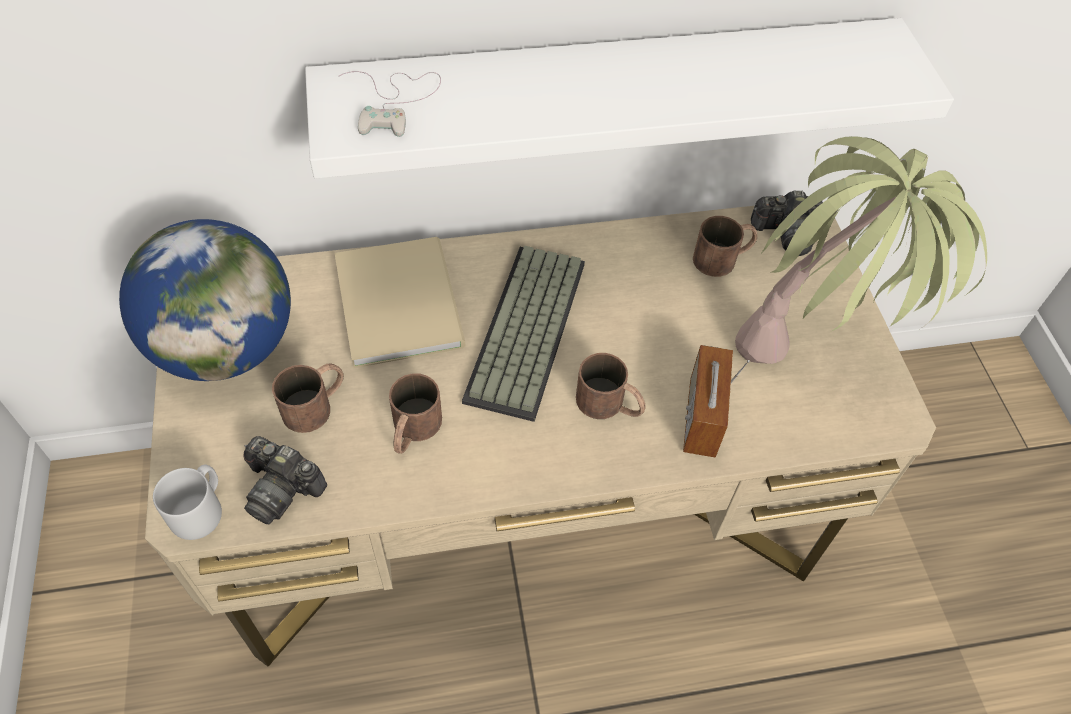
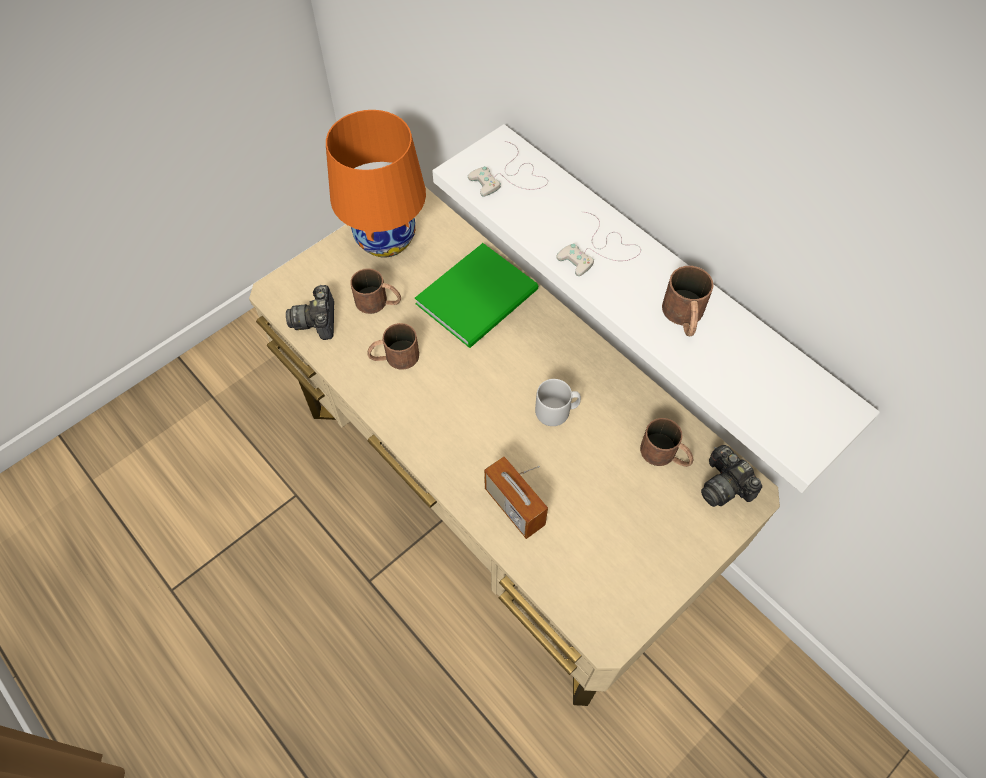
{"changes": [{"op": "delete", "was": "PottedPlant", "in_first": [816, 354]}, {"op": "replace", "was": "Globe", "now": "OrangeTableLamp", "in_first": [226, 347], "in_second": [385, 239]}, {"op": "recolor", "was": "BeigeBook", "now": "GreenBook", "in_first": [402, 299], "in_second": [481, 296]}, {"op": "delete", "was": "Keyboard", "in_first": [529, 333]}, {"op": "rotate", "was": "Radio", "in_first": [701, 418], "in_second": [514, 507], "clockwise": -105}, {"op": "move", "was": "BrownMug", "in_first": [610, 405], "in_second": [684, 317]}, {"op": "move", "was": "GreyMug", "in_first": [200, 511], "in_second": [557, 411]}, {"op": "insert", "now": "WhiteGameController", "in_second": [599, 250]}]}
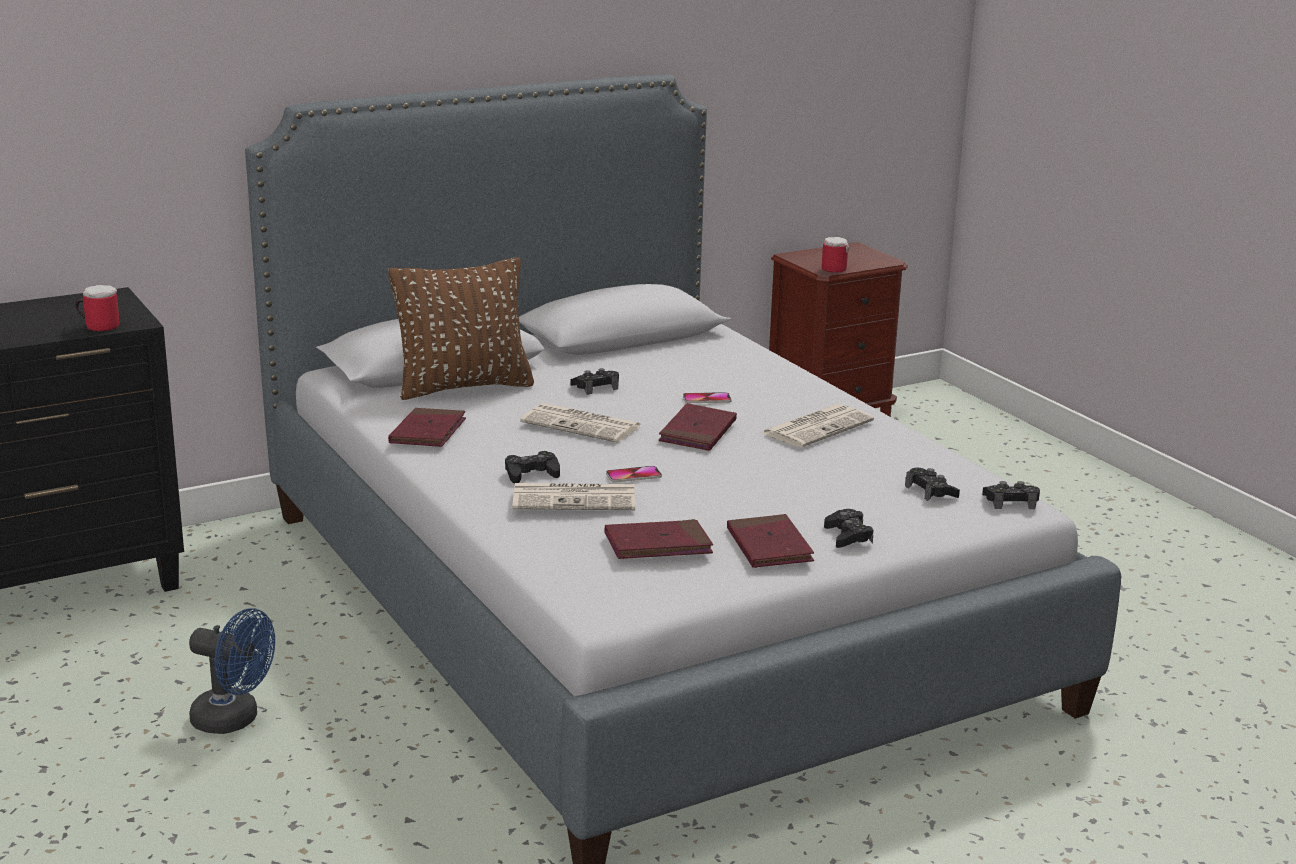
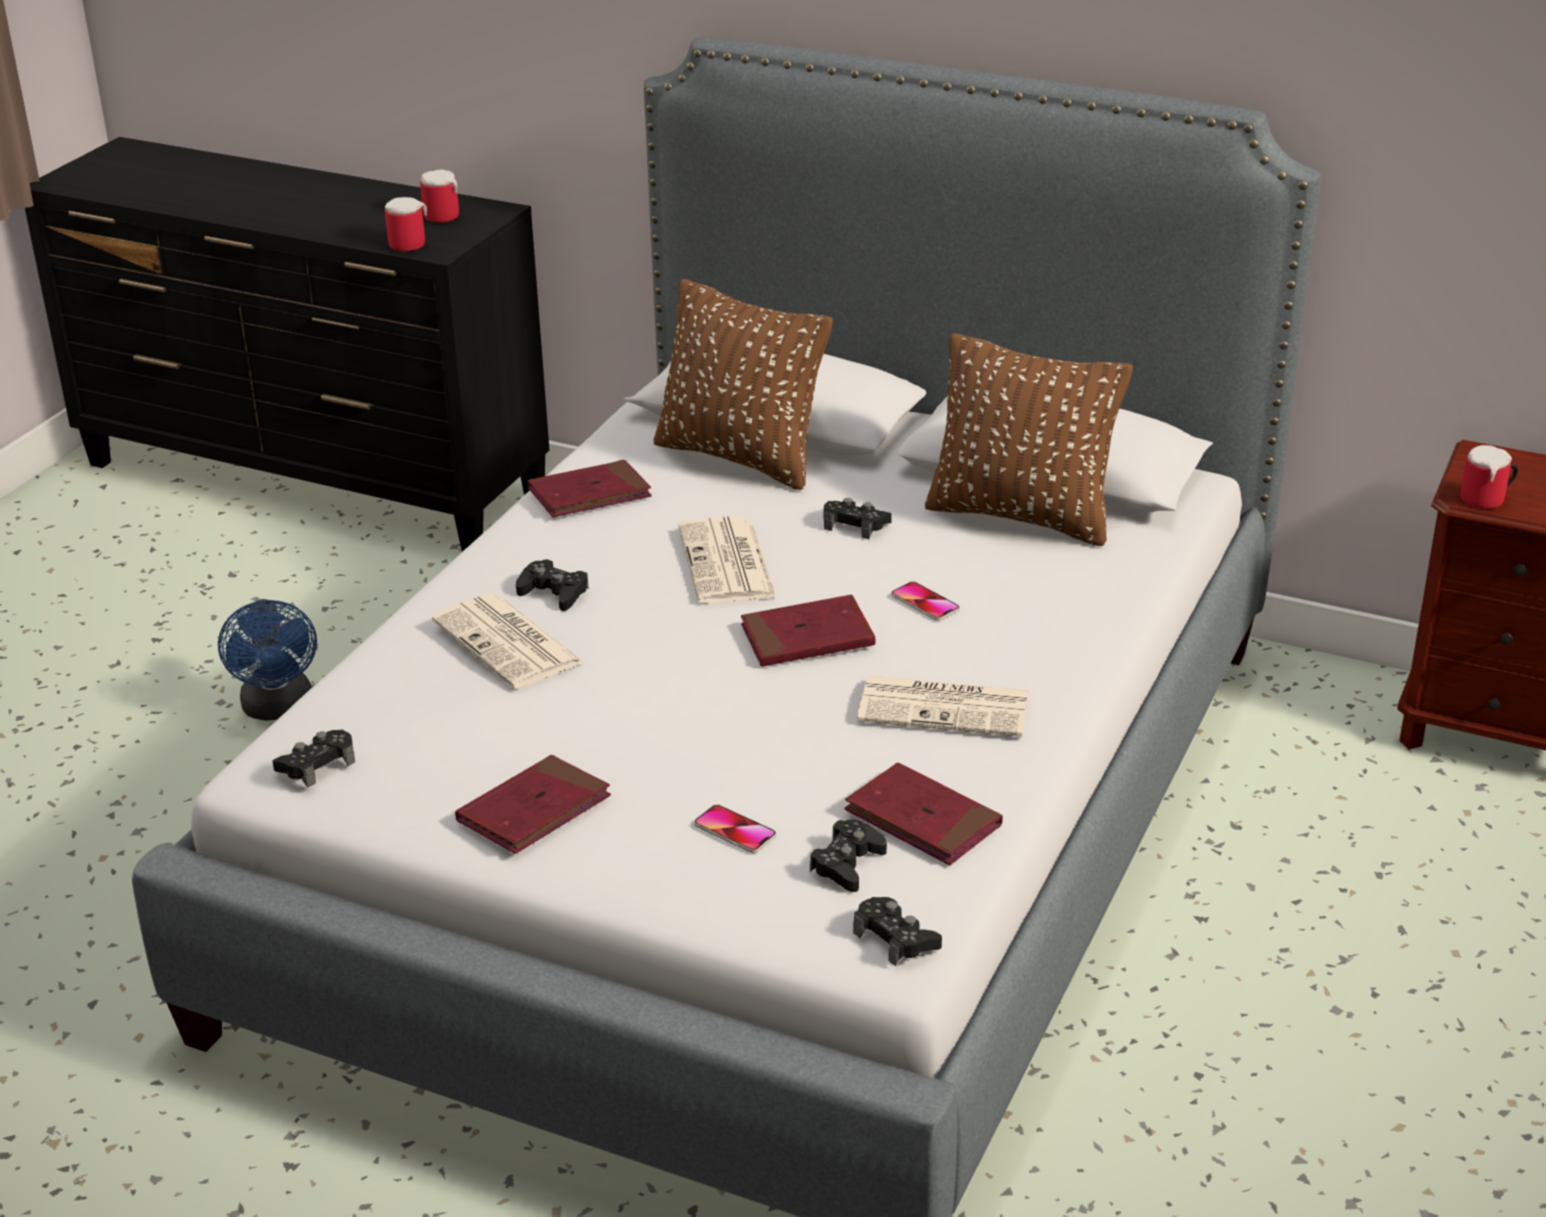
{"changes": [{"op": "move", "was": "Phone", "in_first": [633, 476], "in_second": [735, 831]}, {"op": "move", "was": "BlackGameController", "in_first": [848, 536], "in_second": [317, 765]}, {"op": "move", "was": "RedBook", "in_first": [658, 545], "in_second": [923, 820]}, {"op": "insert", "now": "Mug", "in_second": [444, 215]}, {"op": "insert", "now": "BrownPillow", "in_second": [1022, 516]}]}
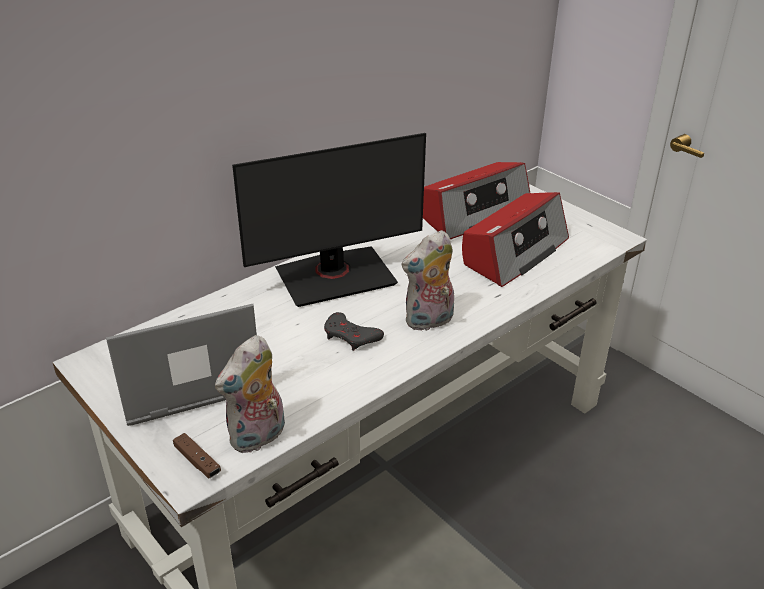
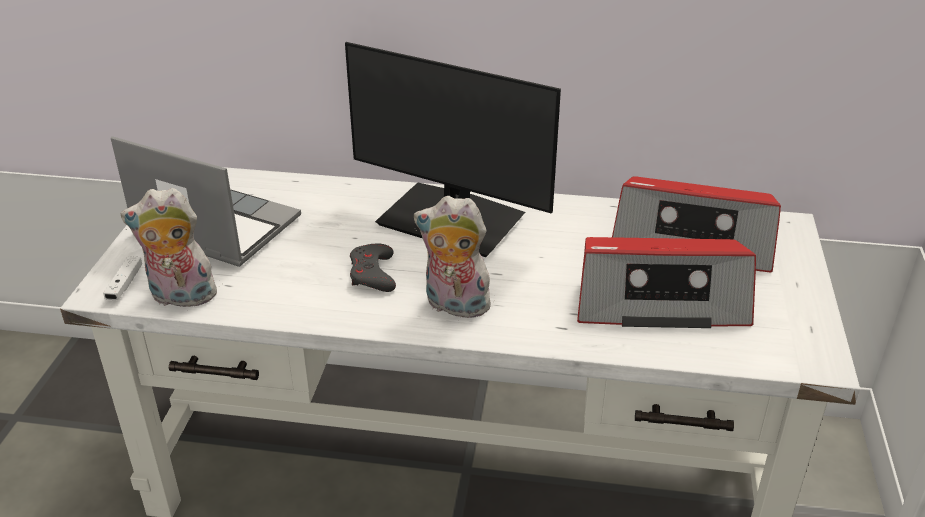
{"changes": [{"op": "recolor", "was": "BrownGameController", "now": "WhiteGameController", "in_first": [197, 461], "in_second": [125, 284]}]}
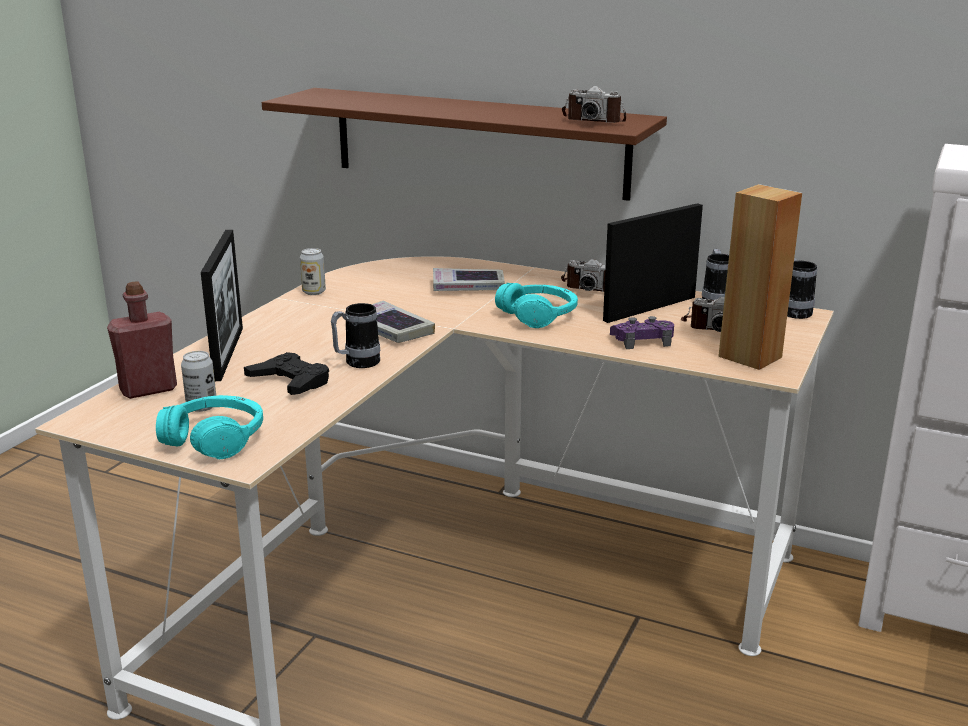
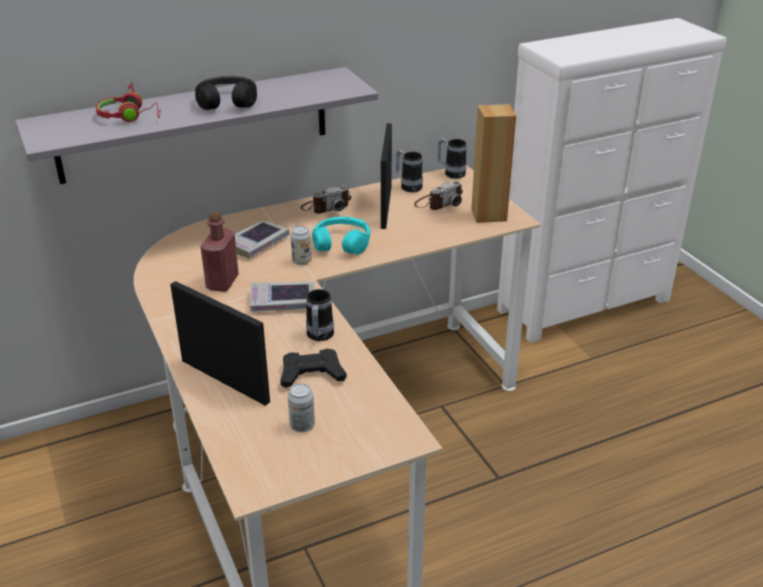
{"changes": [{"op": "delete", "was": "PhotoCamera", "in_first": [594, 121]}, {"op": "recolor", "was": "BrownShelf", "now": "GreyShelf", "in_first": [478, 142], "in_second": [195, 125]}, {"op": "move", "was": "Can", "in_first": [314, 292], "in_second": [302, 261]}, {"op": "move", "was": "RedBottle", "in_first": [148, 389], "in_second": [222, 282]}, {"op": "delete", "was": "PurpleGameController", "in_first": [642, 340]}, {"op": "delete", "was": "TurquoiseHeadphones", "in_first": [215, 439]}, {"op": "insert", "now": "BlackHeadphones", "in_second": [227, 102]}, {"op": "insert", "now": "RedHeadphones", "in_second": [130, 117]}]}
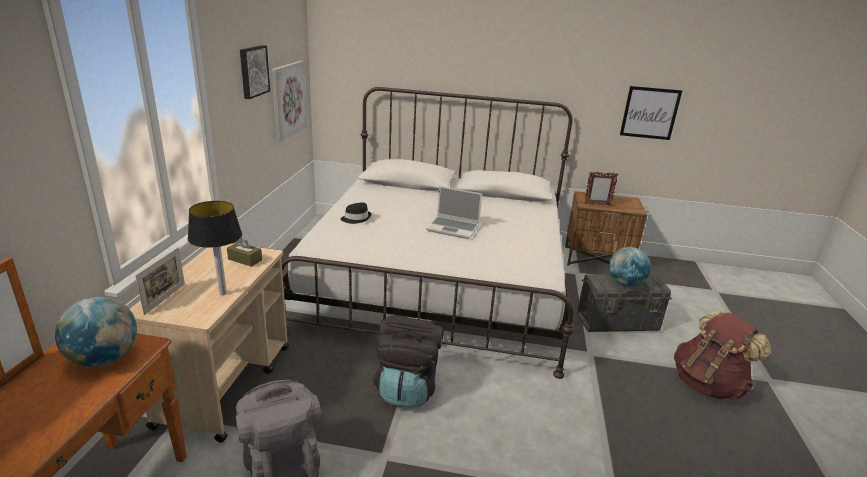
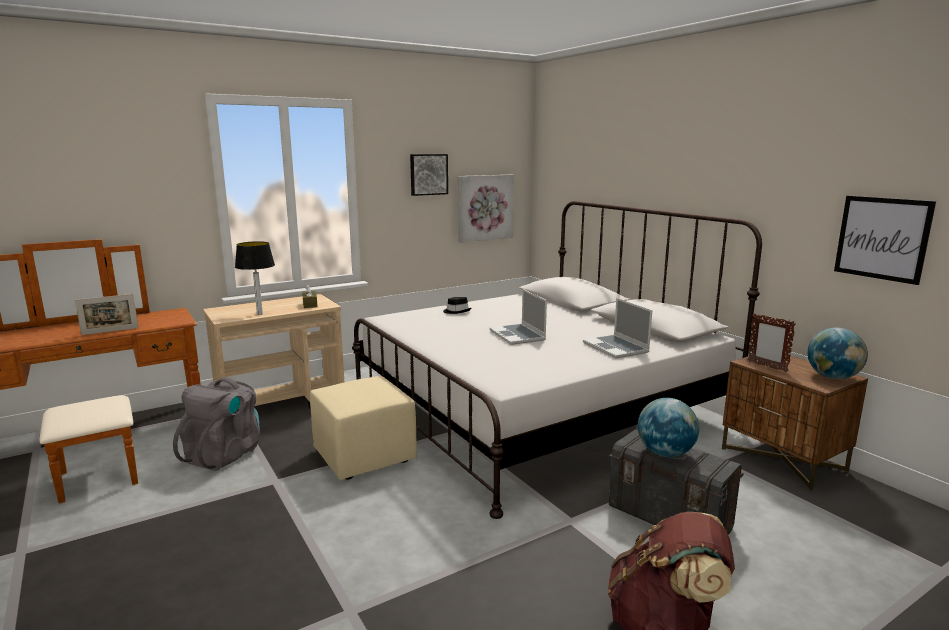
{"changes": [{"op": "move", "was": "PictureFrame", "in_first": [165, 298], "in_second": [110, 331]}, {"op": "move", "was": "Globe", "in_first": [104, 359], "in_second": [832, 377]}, {"op": "replace", "was": "BlackBackpack", "now": "BeigeOttoman", "in_first": [407, 388], "in_second": [365, 457]}, {"op": "insert", "now": "Laptop", "in_second": [616, 348]}]}
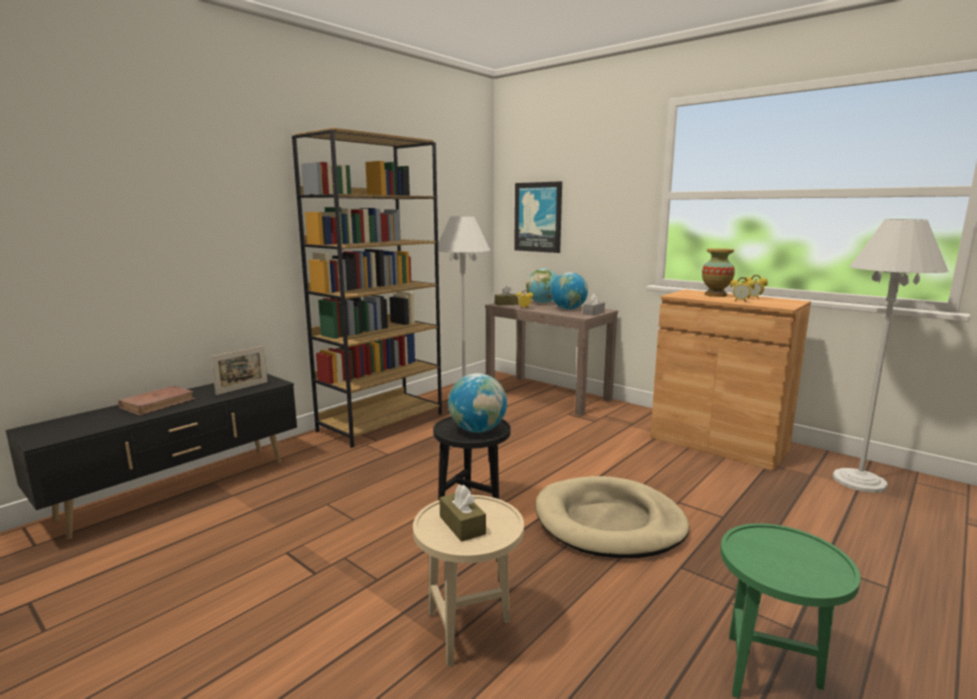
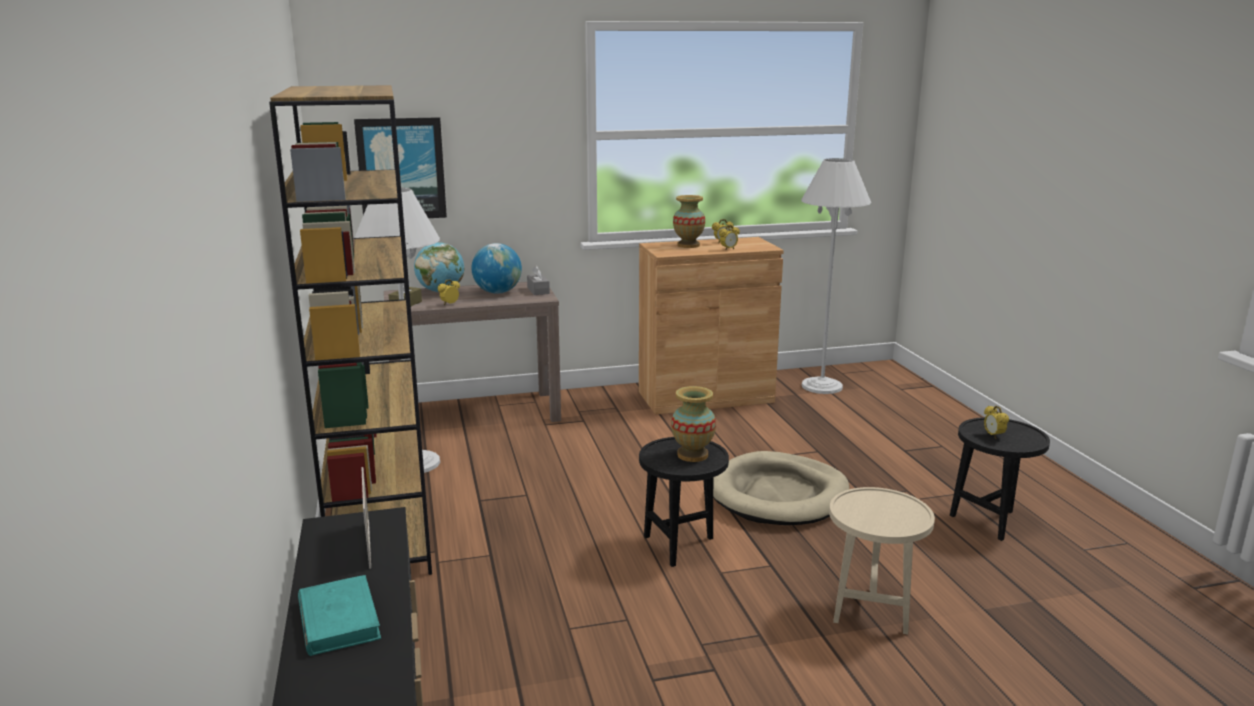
{"changes": [{"op": "replace", "was": "Globe", "now": "Vase", "in_first": [477, 430], "in_second": [693, 455]}, {"op": "recolor", "was": "BrownBook", "now": "TurquoiseBook", "in_first": [158, 403], "in_second": [339, 619]}, {"op": "delete", "was": "BrownTissueBox", "in_first": [462, 525]}, {"op": "recolor", "was": "GreenSideTable", "now": "BlackSideTable", "in_first": [770, 674], "in_second": [990, 520]}, {"op": "insert", "now": "AlarmClock", "in_second": [993, 436]}]}
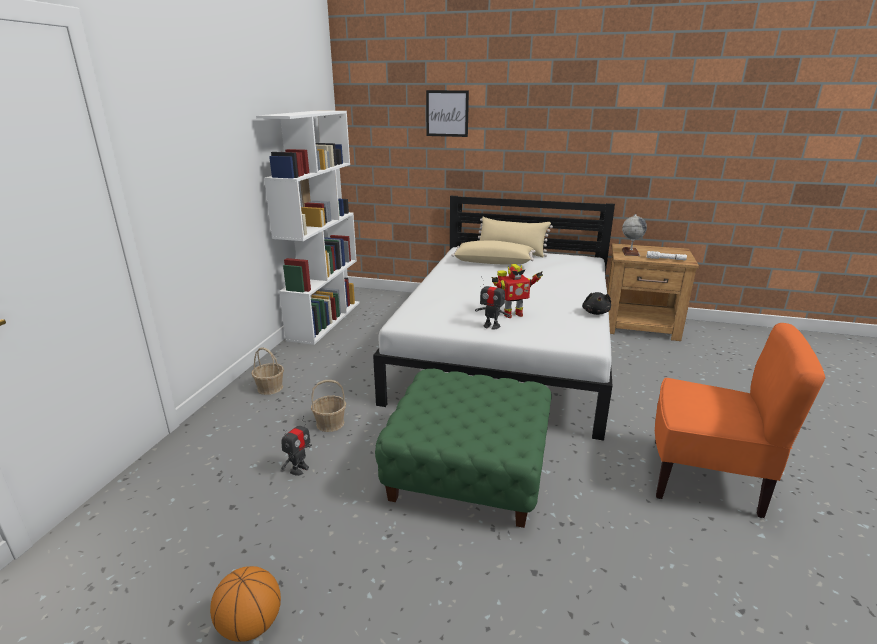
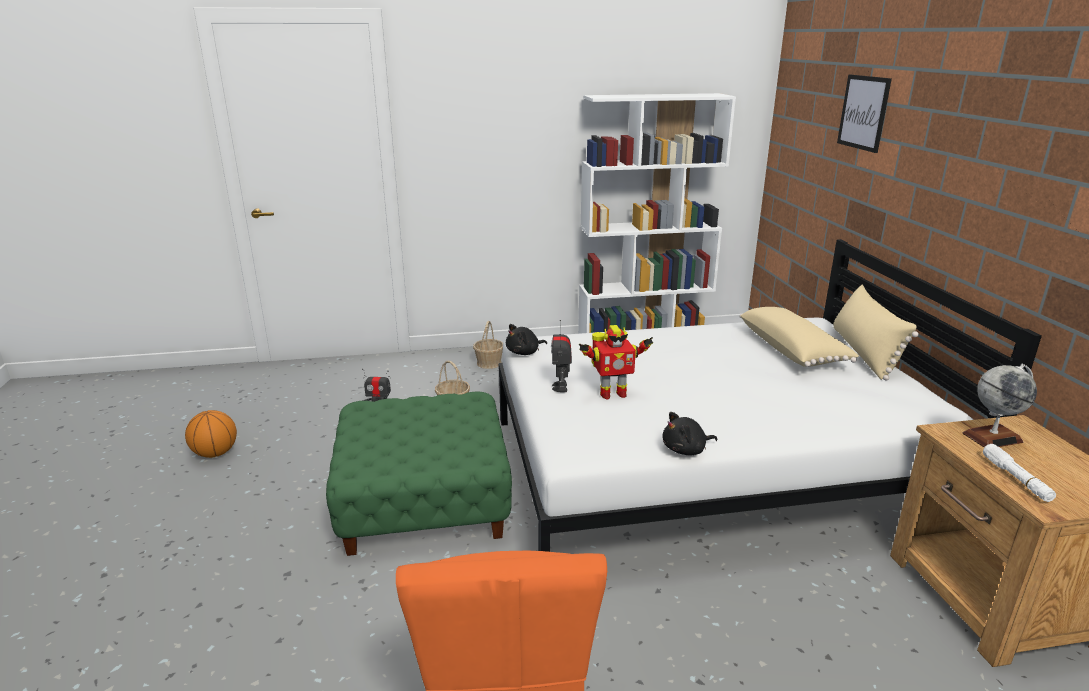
{"changes": [{"op": "rotate", "was": "ToyRobot", "in_first": [512, 314], "in_second": [611, 393], "clockwise": -60}, {"op": "insert", "now": "BlackPlushToy", "in_second": [524, 352]}]}
